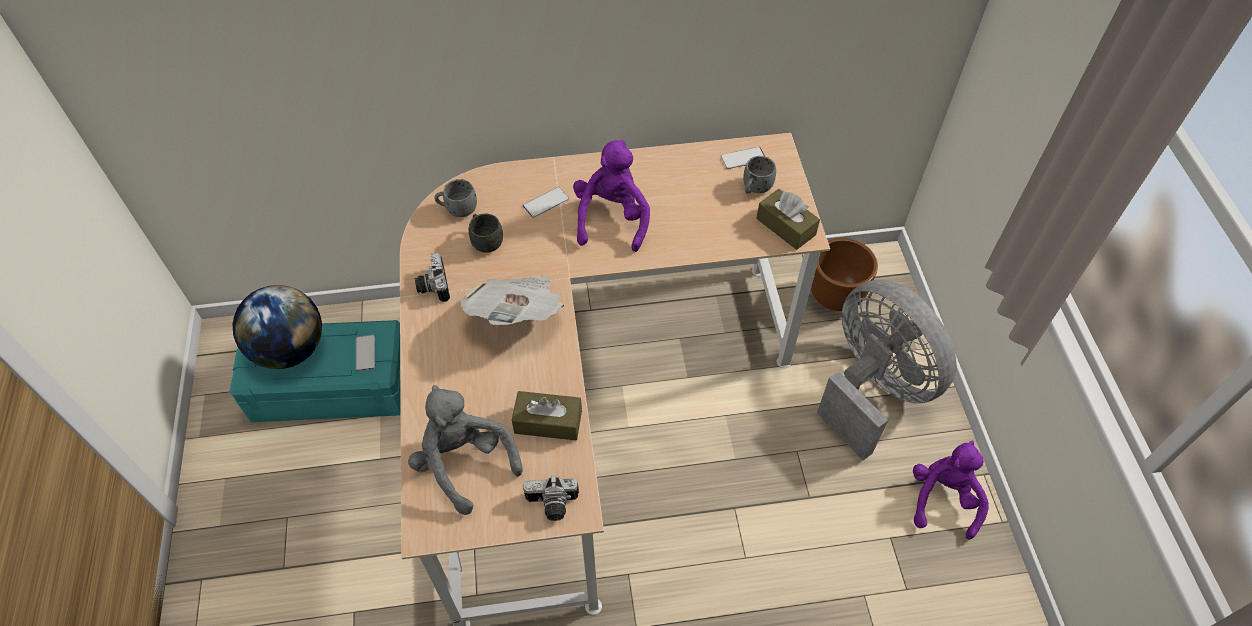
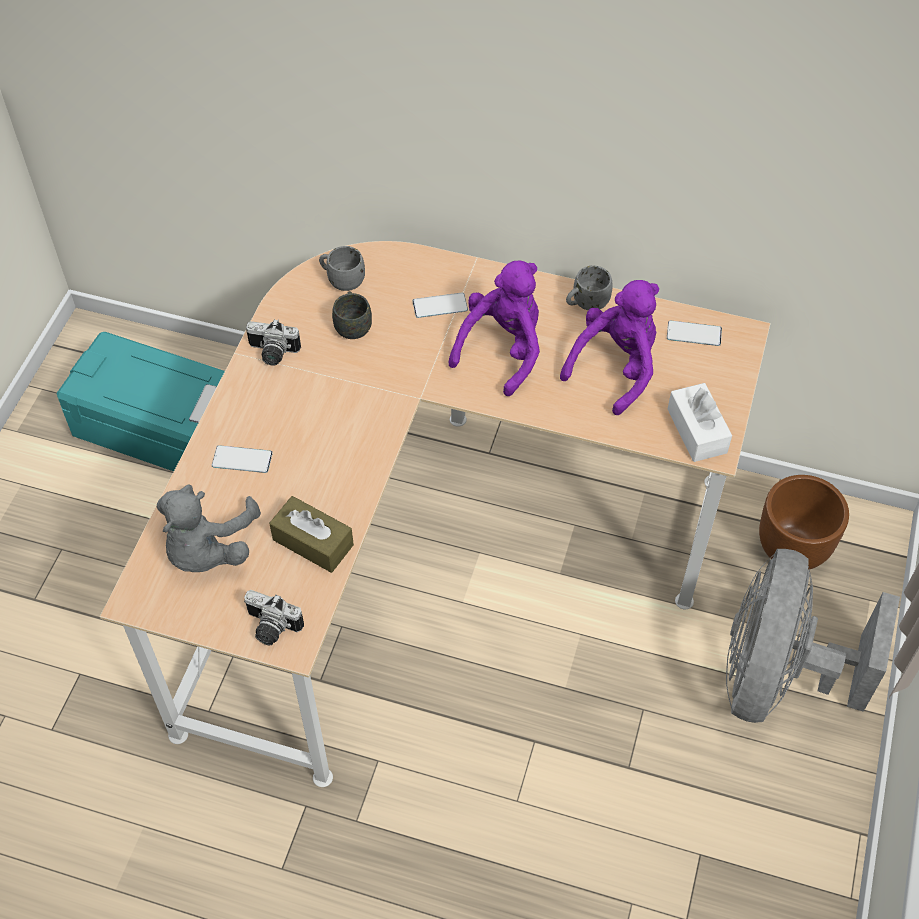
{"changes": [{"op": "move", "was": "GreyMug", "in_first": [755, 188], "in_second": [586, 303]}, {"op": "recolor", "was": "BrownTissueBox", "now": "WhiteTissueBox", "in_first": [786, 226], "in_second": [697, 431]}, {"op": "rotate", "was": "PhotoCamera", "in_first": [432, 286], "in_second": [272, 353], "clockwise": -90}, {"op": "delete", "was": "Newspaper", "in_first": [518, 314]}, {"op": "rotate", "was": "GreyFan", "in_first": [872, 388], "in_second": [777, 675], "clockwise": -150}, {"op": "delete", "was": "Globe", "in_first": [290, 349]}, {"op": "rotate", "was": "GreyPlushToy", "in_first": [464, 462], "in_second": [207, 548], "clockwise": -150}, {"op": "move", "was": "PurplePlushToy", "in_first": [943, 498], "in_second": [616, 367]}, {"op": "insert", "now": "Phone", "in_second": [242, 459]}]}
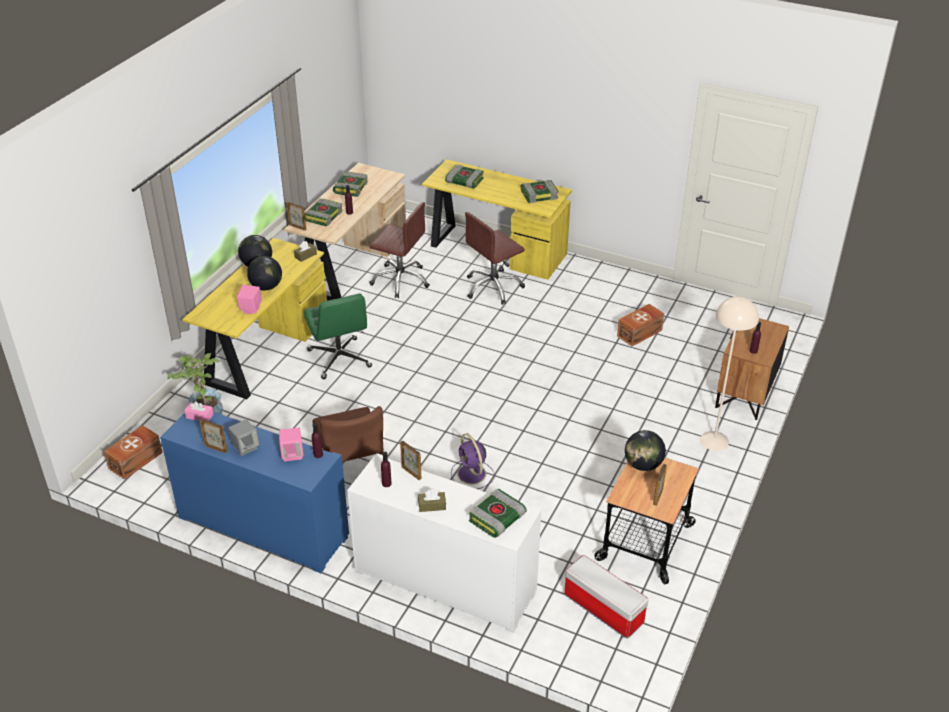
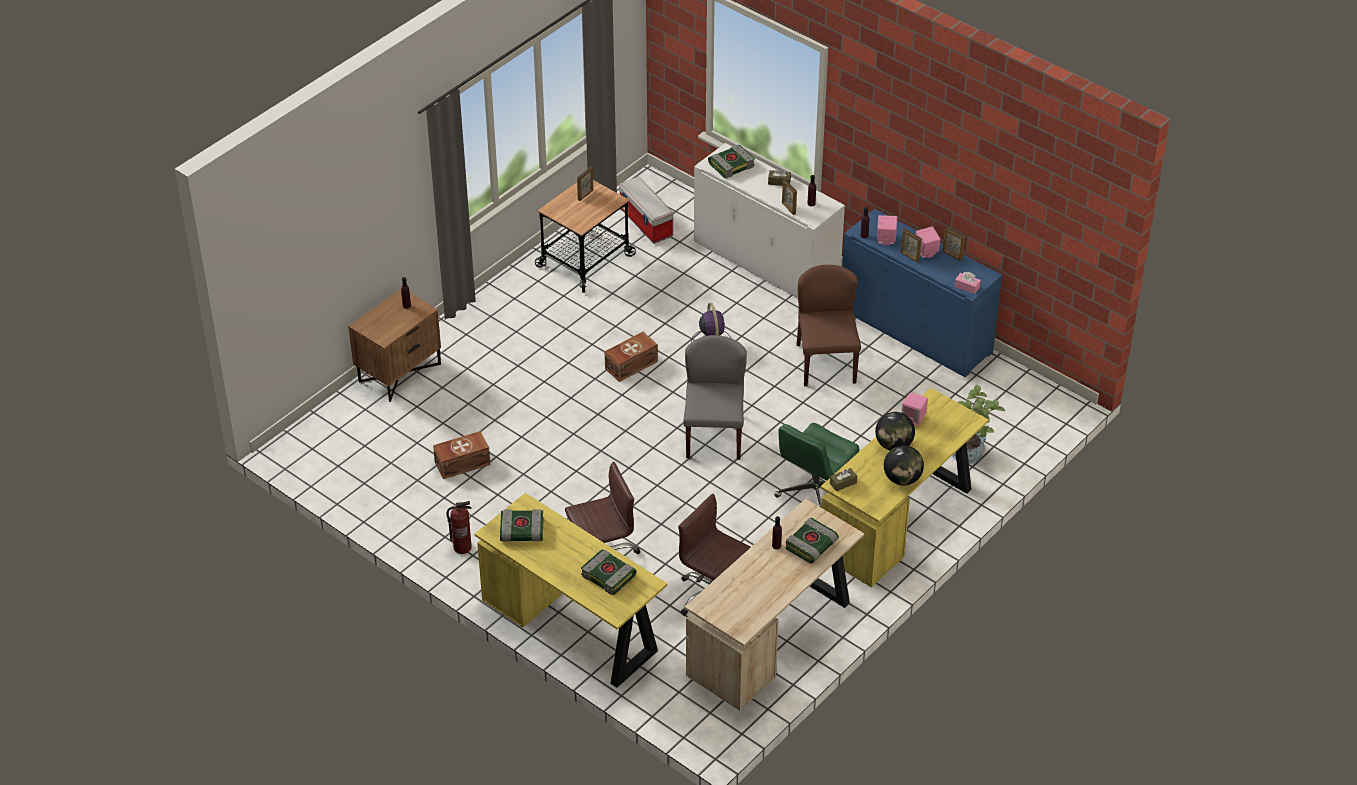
{"changes": [{"op": "delete", "was": "Book", "in_first": [350, 187]}, {"op": "move", "was": "PictureFrame", "in_first": [297, 227], "in_second": [909, 257]}, {"op": "rotate", "was": "GreenOfficeChair", "in_first": [340, 359], "in_second": [815, 493], "clockwise": -135}, {"op": "delete", "was": "BeigeFloorLamp", "in_first": [714, 440]}, {"op": "recolor", "was": "GreySpeaker", "now": "PinkSpeaker", "in_first": [245, 447], "in_second": [926, 252]}, {"op": "move", "was": "BrownStorageBox", "in_first": [136, 460], "in_second": [630, 365]}, {"op": "delete", "was": "Globe", "in_first": [643, 465]}, {"op": "insert", "now": "GreyChair", "in_second": [714, 435]}, {"op": "insert", "now": "FireExtinguisher", "in_second": [462, 547]}]}
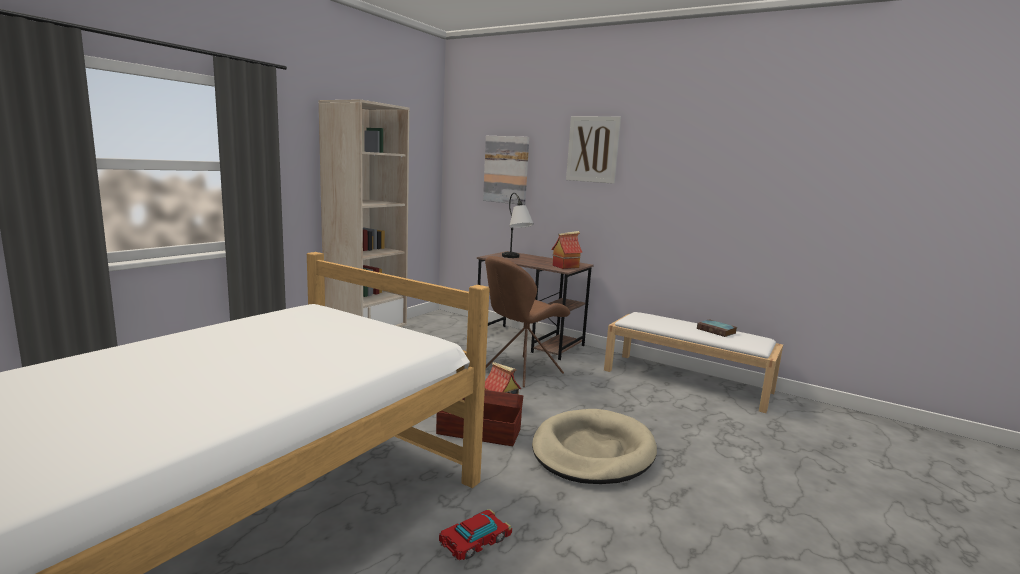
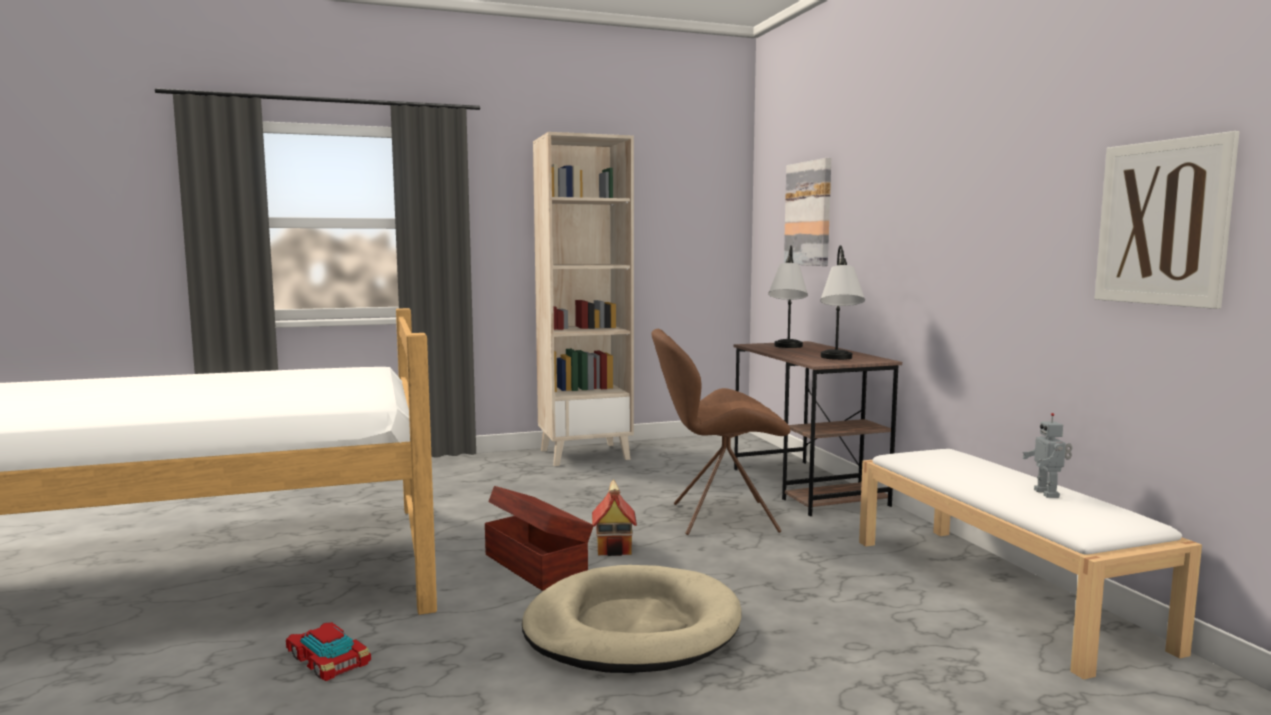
{"changes": [{"op": "move", "was": "Picture", "in_first": [593, 149], "in_second": [1162, 223]}, {"op": "replace", "was": "ToyHouse", "now": "TableLamp", "in_first": [565, 266], "in_second": [838, 360]}, {"op": "replace", "was": "Book", "now": "ToyRobot", "in_first": [717, 331], "in_second": [1048, 493]}, {"op": "rotate", "was": "ToyCar", "in_first": [474, 540], "in_second": [328, 659], "clockwise": 45}]}
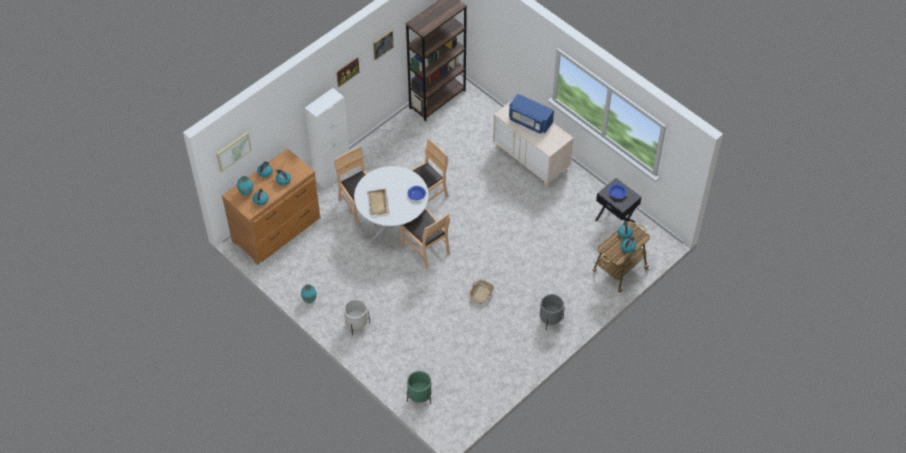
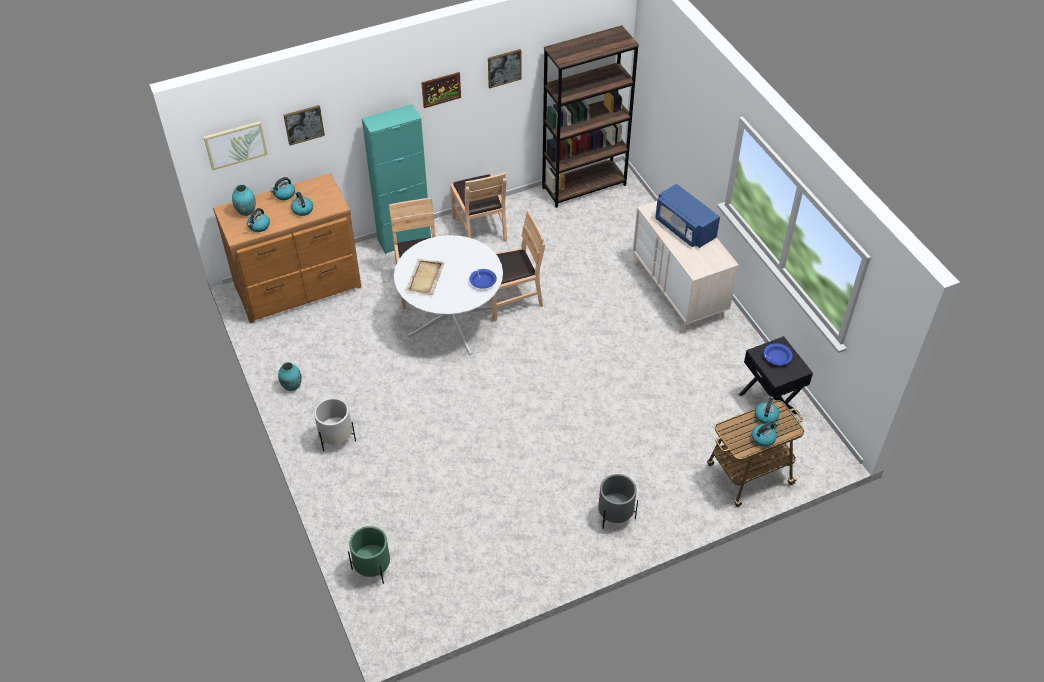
{"changes": [{"op": "recolor", "was": "WhiteCabinet", "now": "TurquoiseCabinet", "in_first": [332, 174], "in_second": [404, 239]}, {"op": "move", "was": "BrownChair", "in_first": [426, 248], "in_second": [480, 228]}, {"op": "delete", "was": "Basket", "in_first": [481, 294]}, {"op": "insert", "now": "Picture", "in_second": [303, 124]}]}
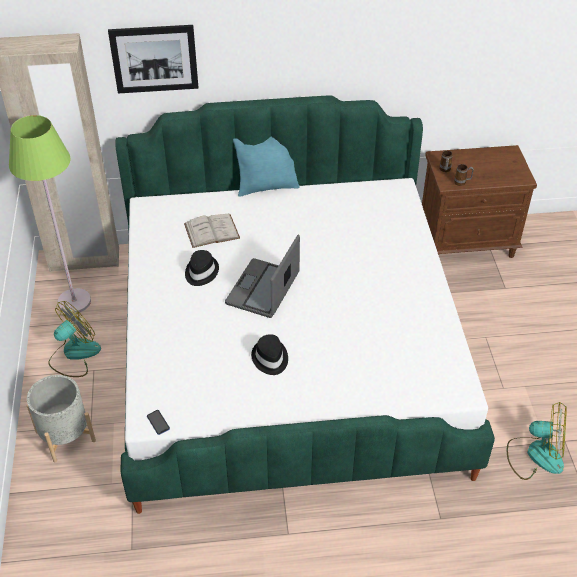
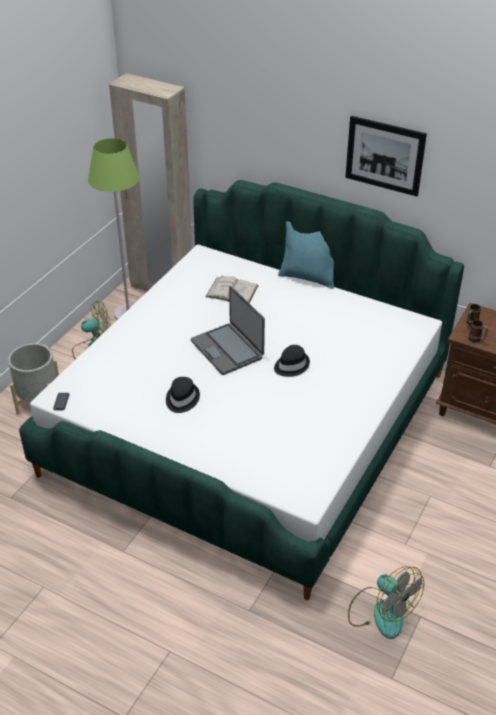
{"changes": [{"op": "move", "was": "Picture", "in_first": [154, 59], "in_second": [384, 155]}, {"op": "rotate", "was": "Laptop", "in_first": [263, 289], "in_second": [227, 349], "clockwise": -90}, {"op": "move", "was": "BlackHat", "in_first": [201, 272], "in_second": [291, 365]}]}
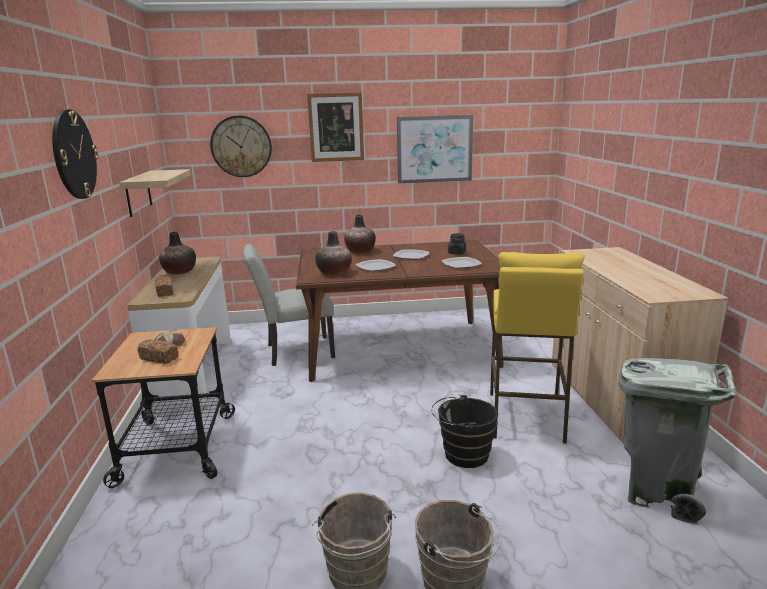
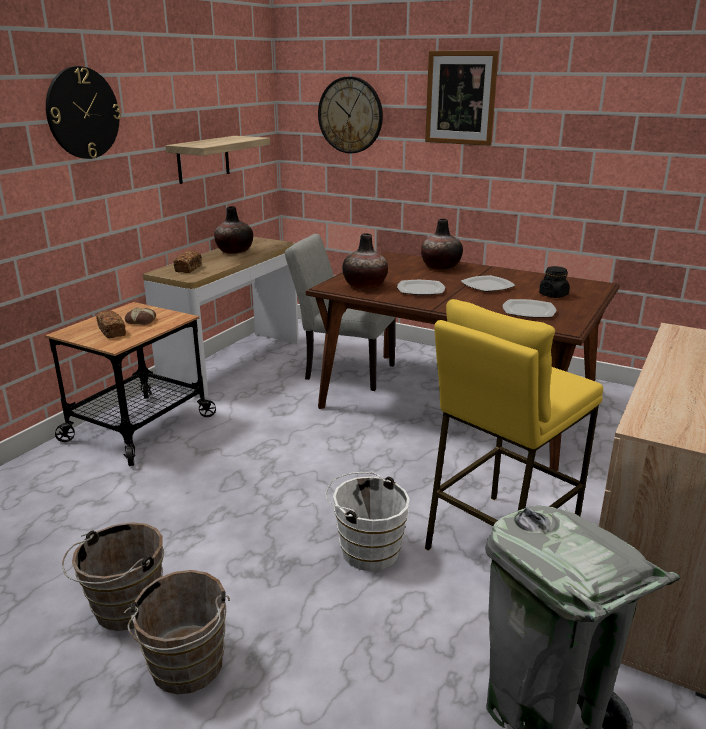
{"changes": [{"op": "delete", "was": "Picture", "in_first": [434, 149]}, {"op": "recolor", "was": "BlackBucket", "now": "WhiteBucket", "in_first": [462, 454], "in_second": [366, 549]}]}
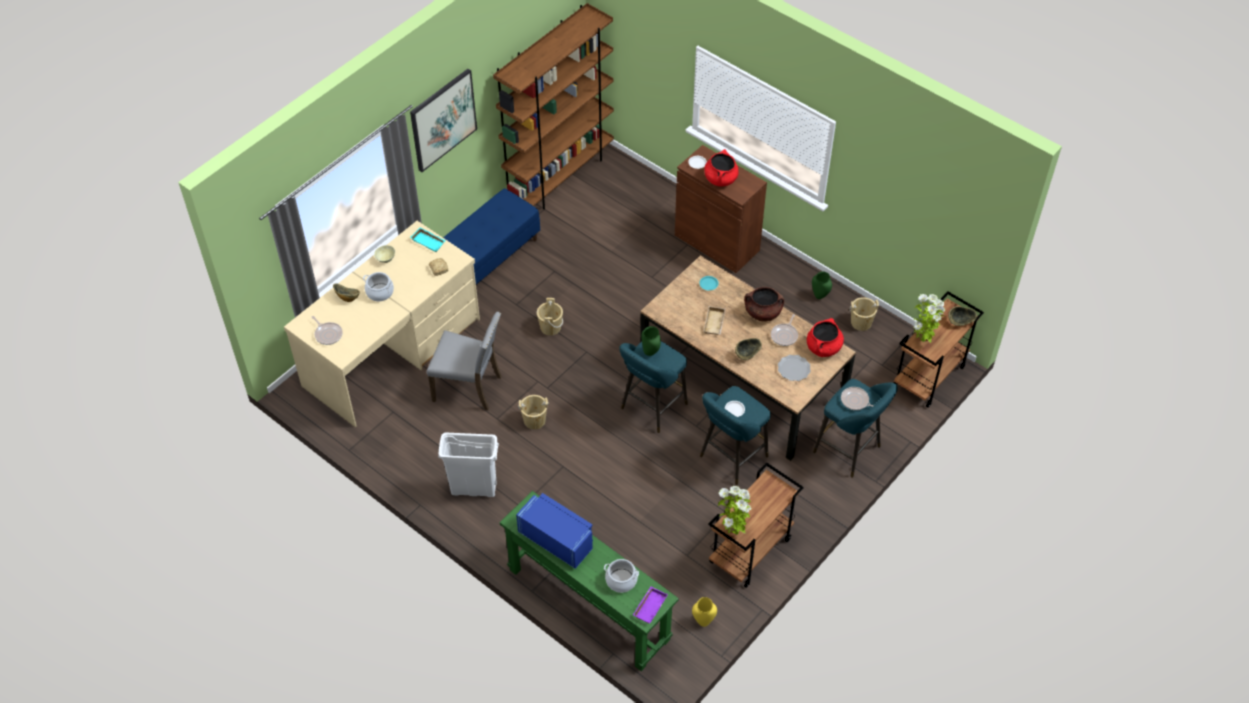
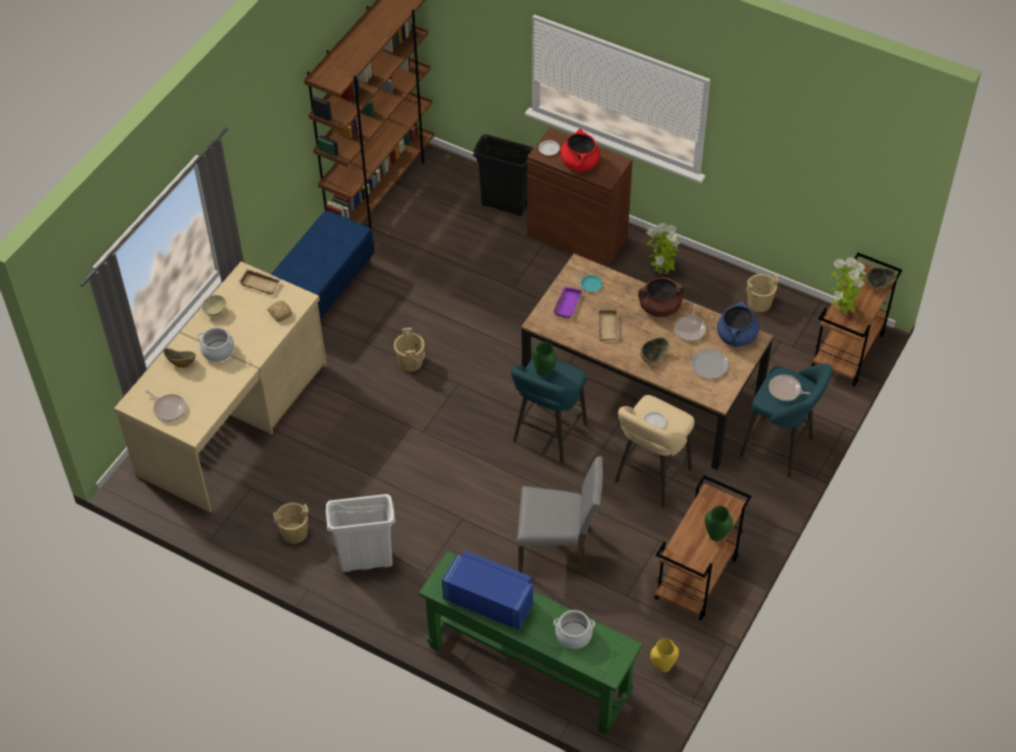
{"changes": [{"op": "delete", "was": "Picture", "in_first": [443, 119]}, {"op": "recolor", "was": "TurquoiseTray", "now": "BeigeTray", "in_first": [429, 241], "in_second": [261, 283]}, {"op": "move", "was": "GreenVase", "in_first": [820, 296], "in_second": [717, 535]}, {"op": "move", "was": "GreyChair", "in_first": [469, 387], "in_second": [557, 549]}, {"op": "recolor", "was": "RedCookingPot", "now": "BlueCookingPot", "in_first": [823, 348], "in_second": [736, 336]}, {"op": "recolor", "was": "TurquoiseStool", "now": "BeigeStool", "in_first": [731, 458], "in_second": [650, 478]}, {"op": "move", "was": "BeigeBucket", "in_first": [534, 420], "in_second": [294, 533]}, {"op": "move", "was": "PottedPlant", "in_first": [733, 531], "in_second": [661, 273]}, {"op": "move", "was": "PurpleTray", "in_first": [649, 606], "in_second": [566, 304]}, {"op": "insert", "now": "BlackTrashCan", "in_second": [504, 205]}]}
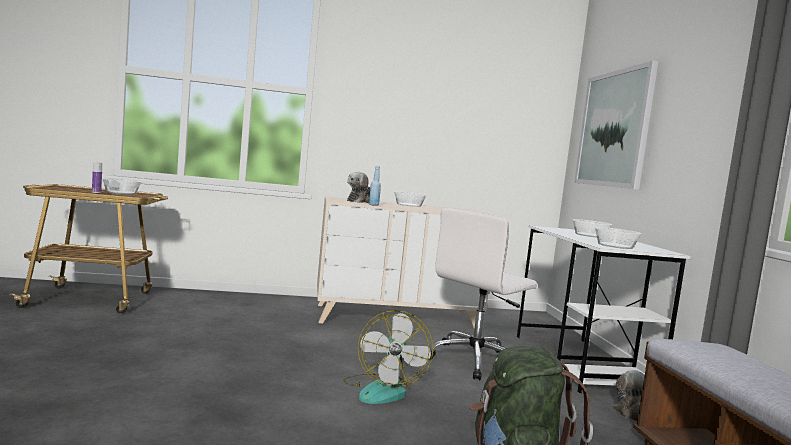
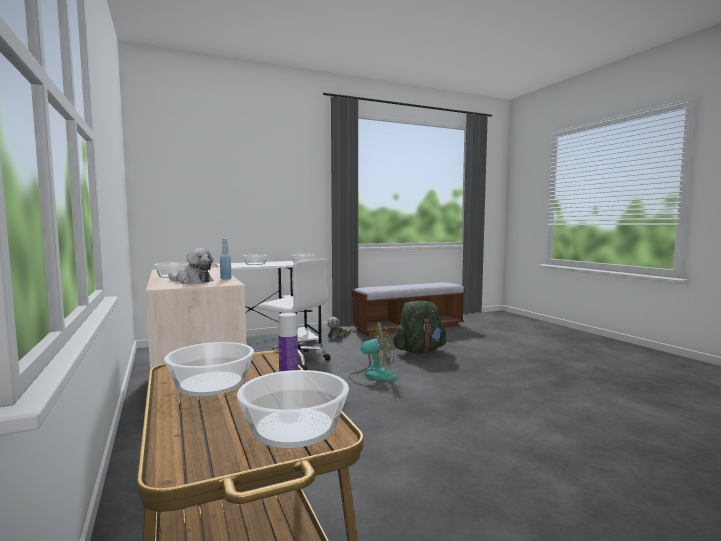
{"changes": [{"op": "delete", "was": "Picture", "in_first": [614, 129]}, {"op": "insert", "now": "Bowl", "in_second": [293, 427]}]}
